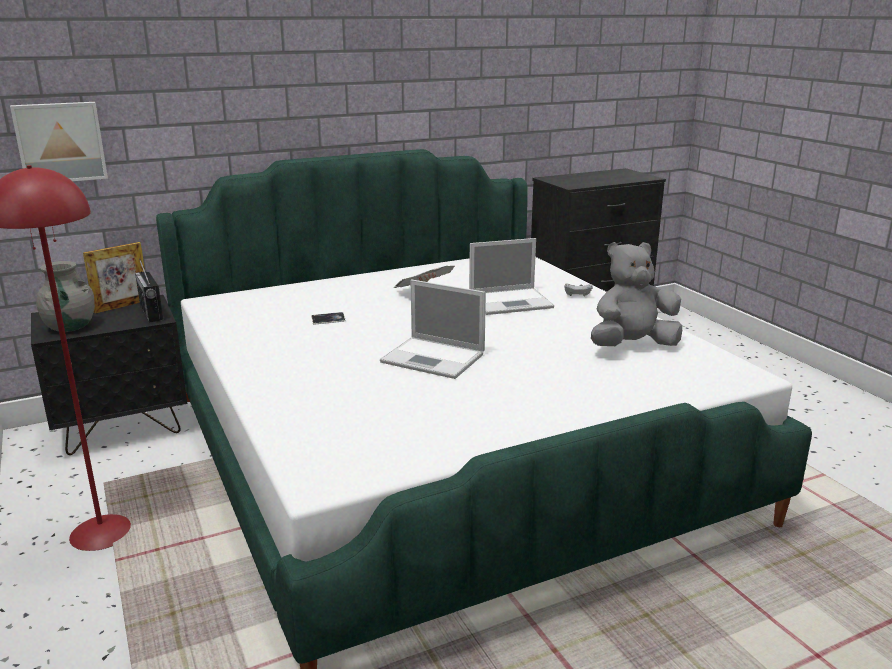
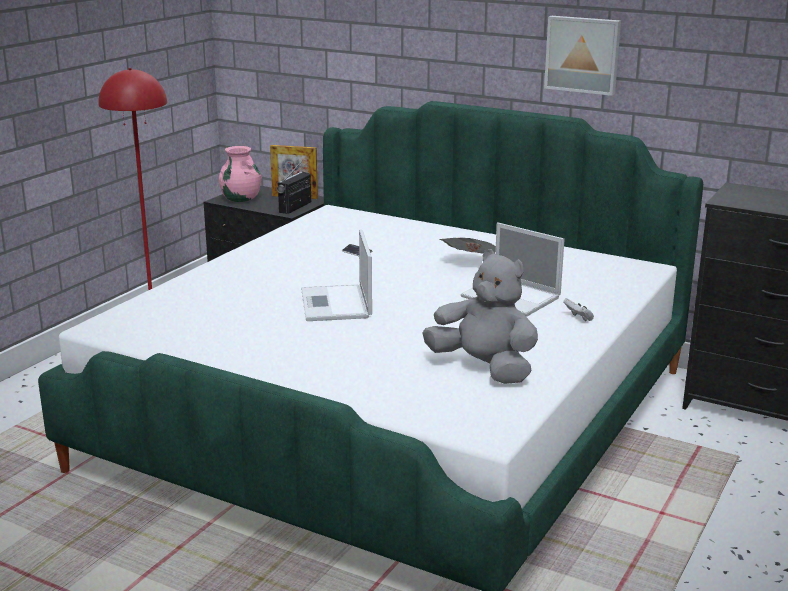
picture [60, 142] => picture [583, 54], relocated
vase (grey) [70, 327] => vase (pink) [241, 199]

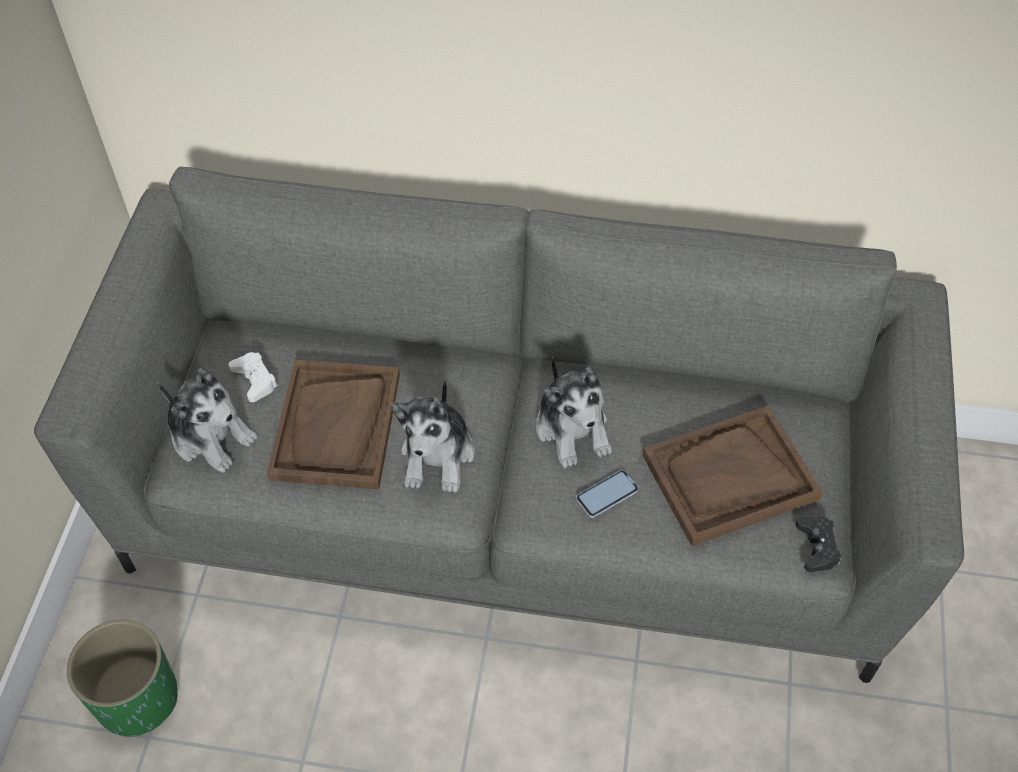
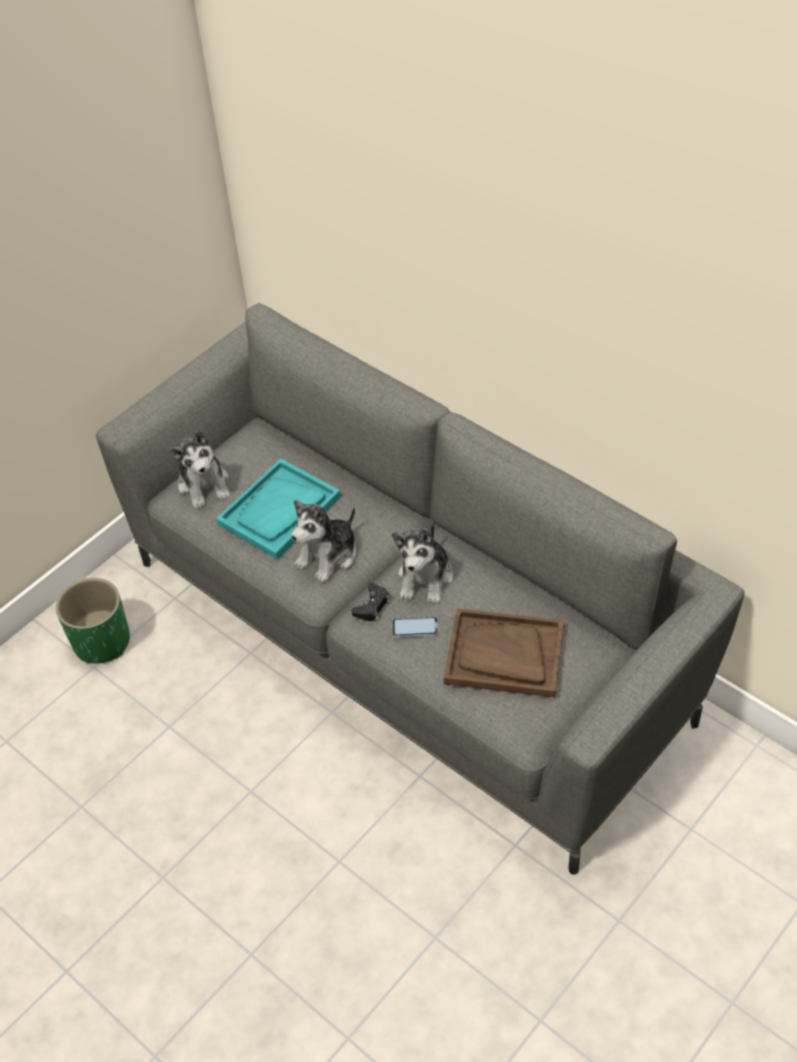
game controller (white) [255, 380] => nothing
game controller (black) [817, 547] => game controller (black) [372, 606], relocated
tray (brown) [336, 426] => tray (turquoise) [279, 511]

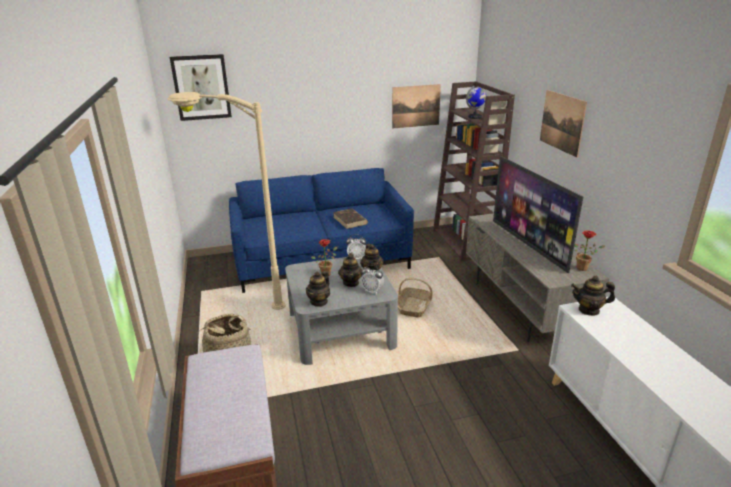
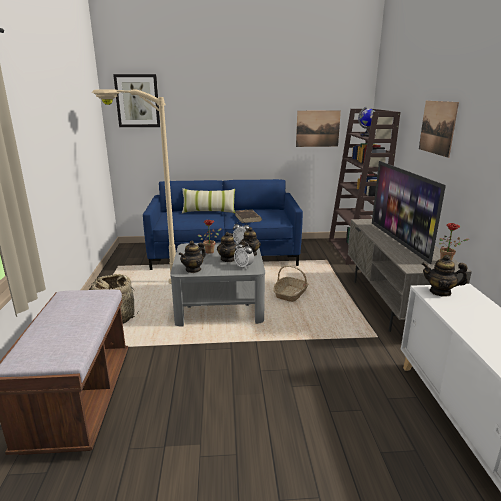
nothing => pillow [209, 212]

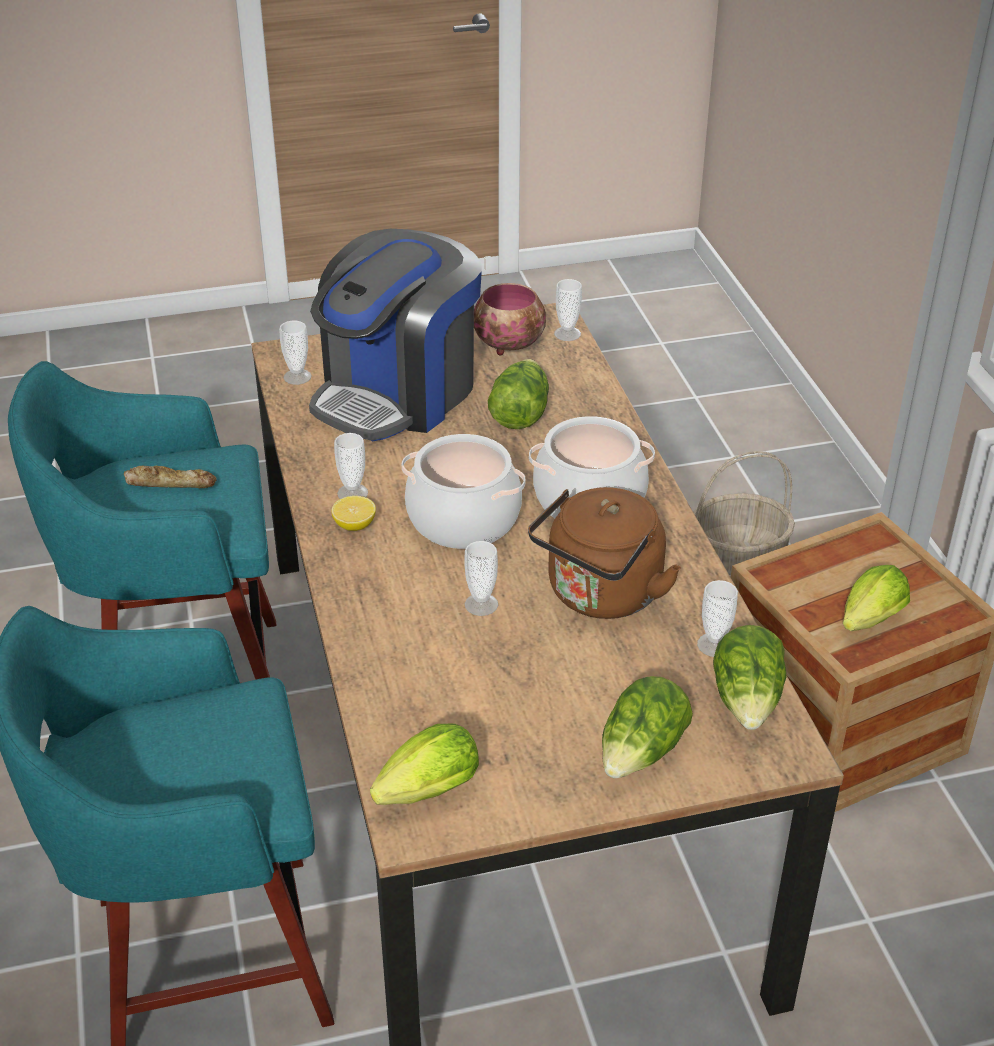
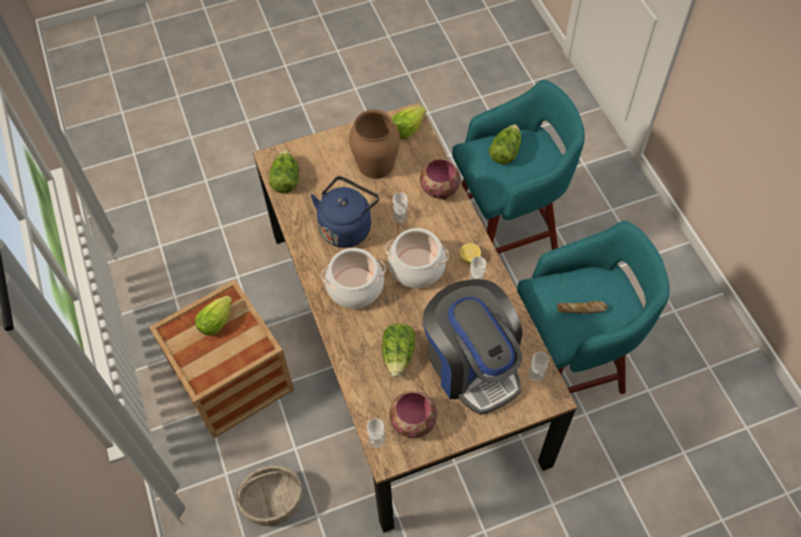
cup [714, 645] => nothing
nothing => vase (brown) [376, 164]
nothing => bowl [438, 190]
lettuce [642, 752] => lettuce [505, 152], relocated
kettle (brown) [601, 596] => kettle (blue) [347, 226]
coffee machine [398, 394] => coffee machine [472, 364], 120 degrees clockwise

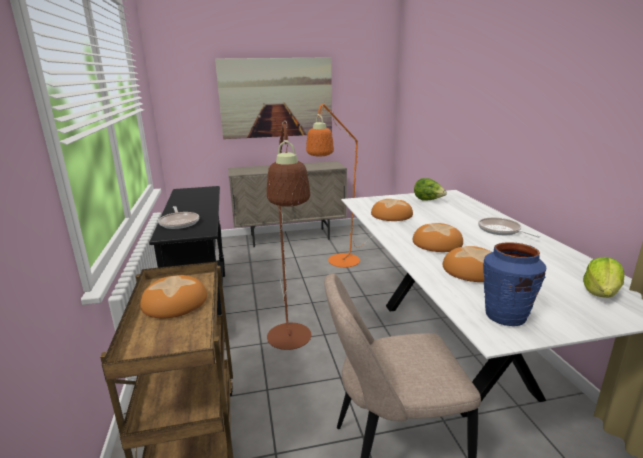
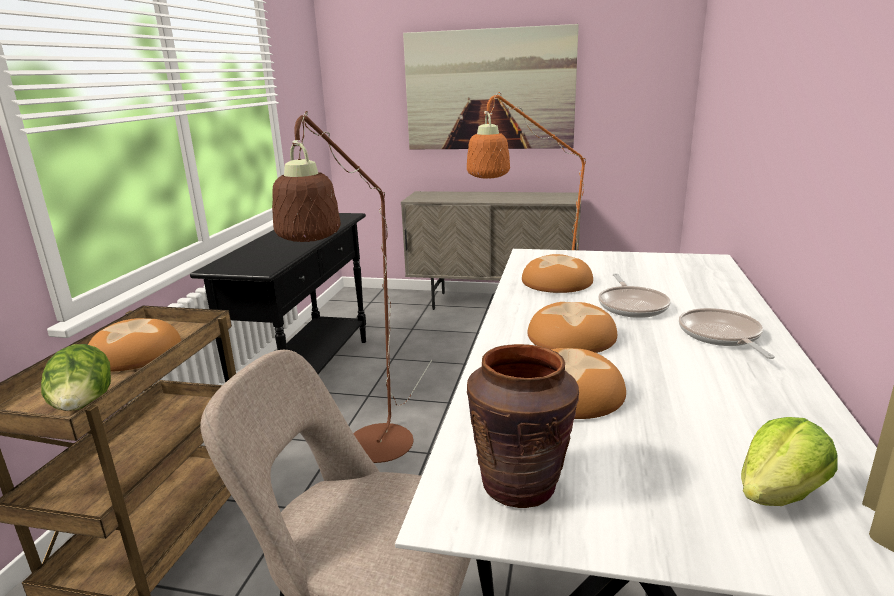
frying pan [179, 222] => frying pan [632, 305], relocated
lettuce [428, 200] => lettuce [84, 407], relocated
vase (blue) [505, 316] => vase (brown) [520, 485]

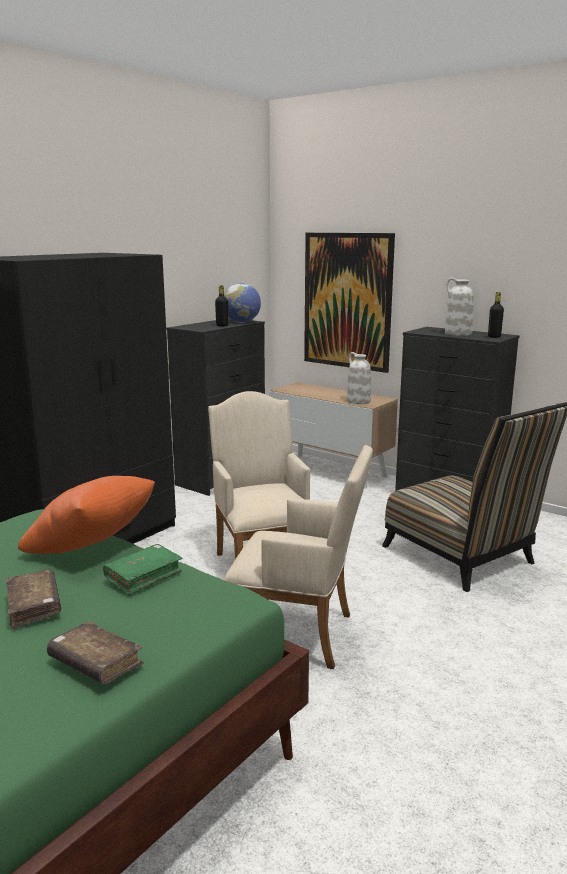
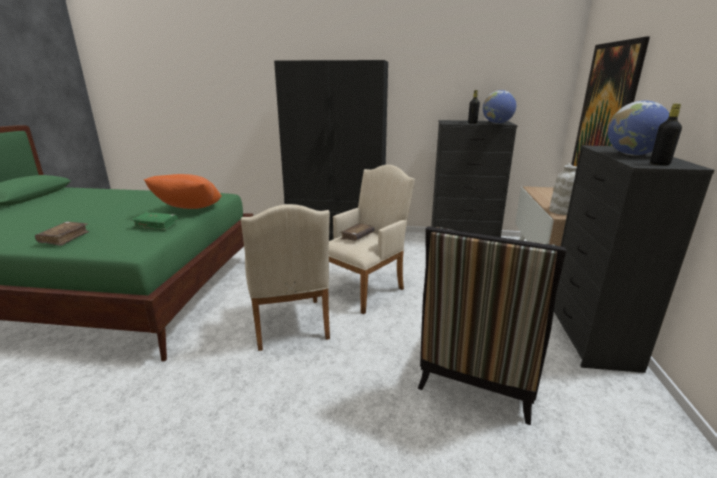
book (brown) [34, 606] => book (brown) [357, 236], relocated
vase (white) [457, 333] => globe [631, 155]

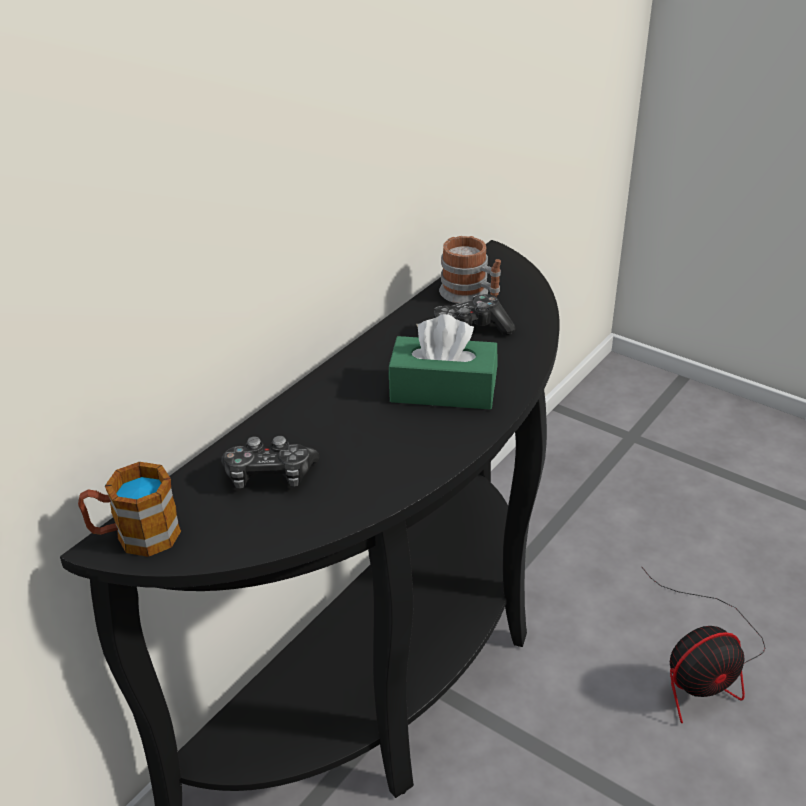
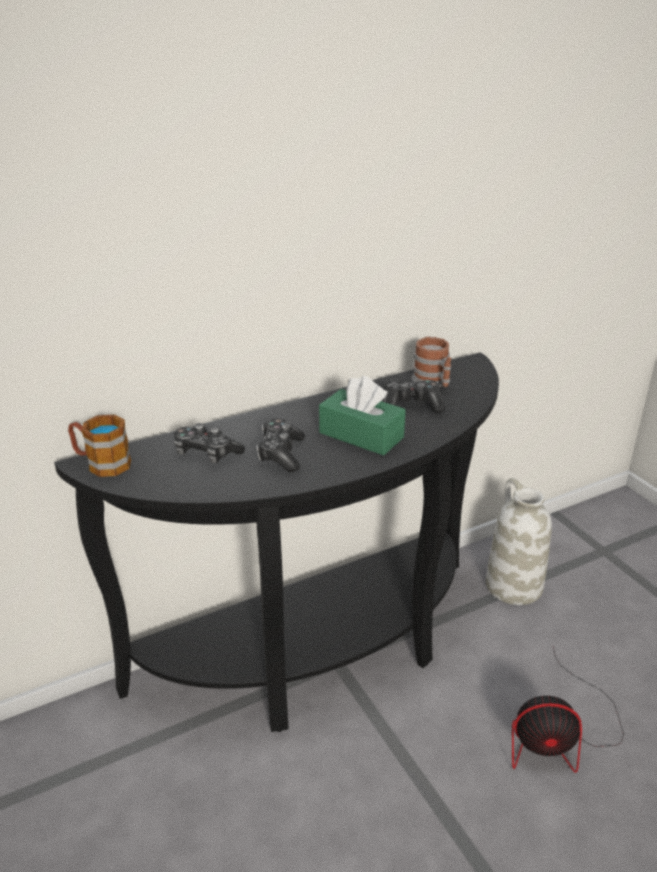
nothing => game controller [281, 454]
nothing => vase (white) [512, 585]

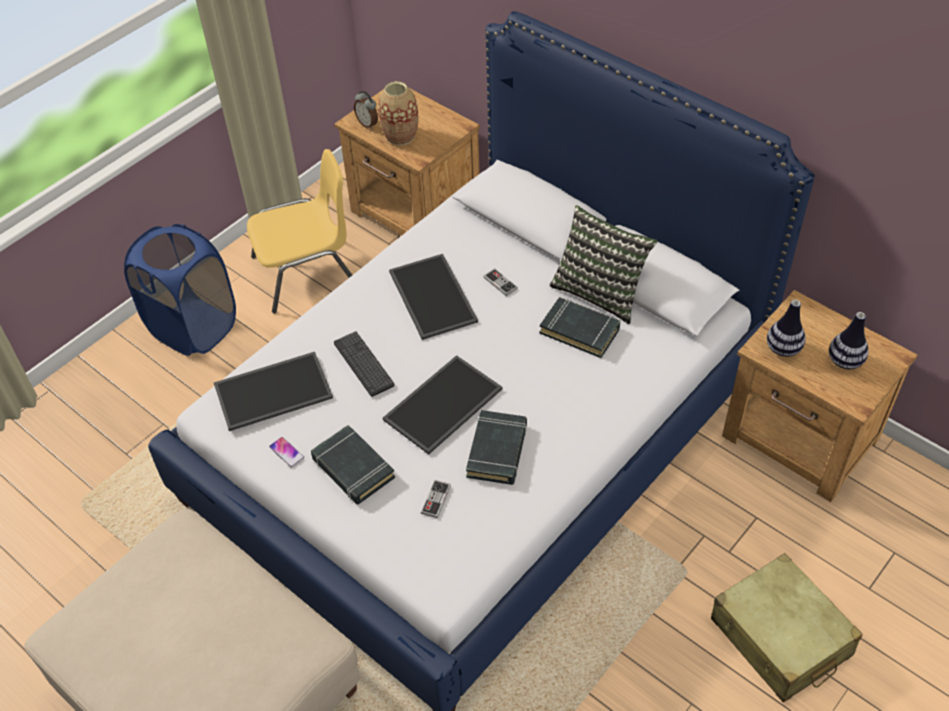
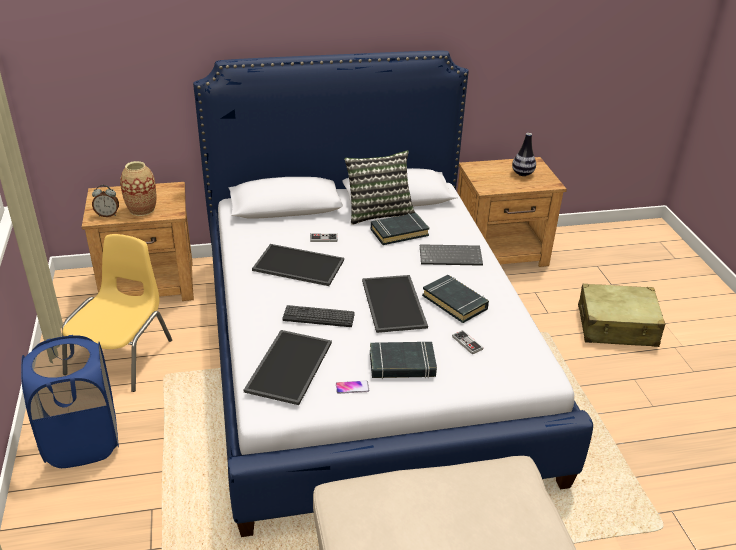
vase [783, 349] => nothing
nothing => keyboard [451, 256]

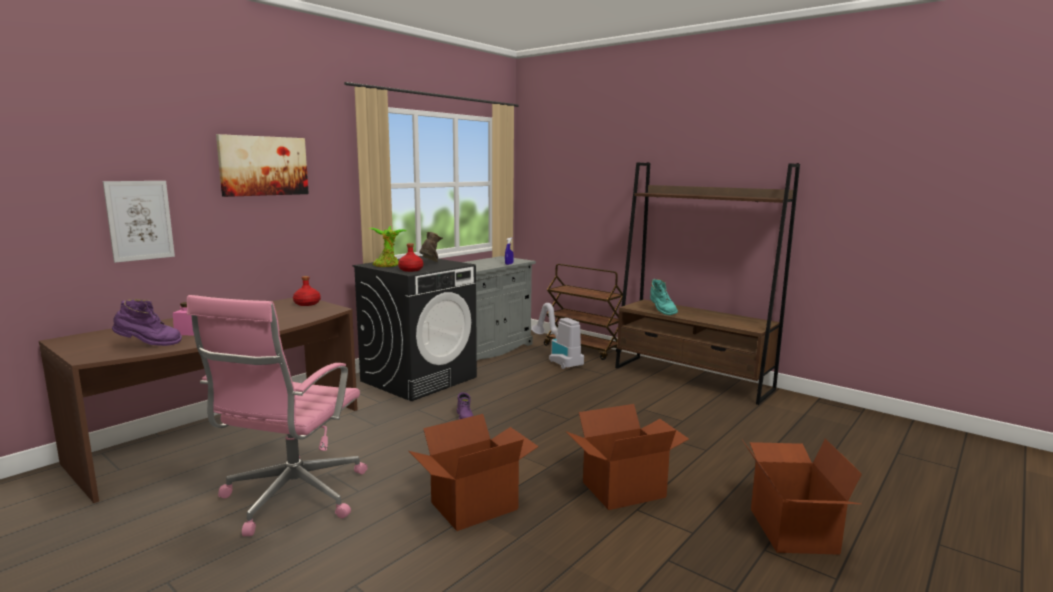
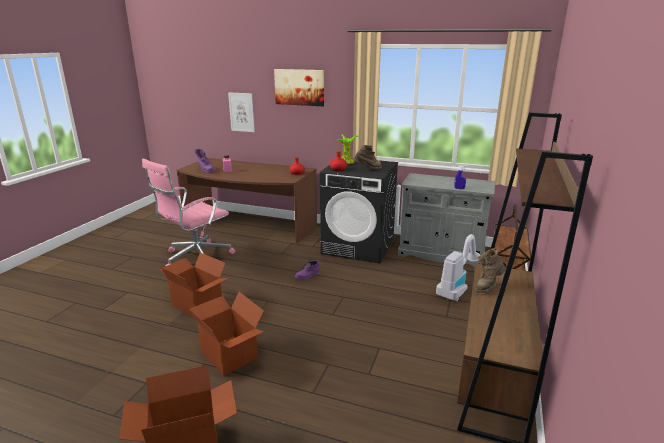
boot (turquoise) [661, 311] => boot (brown) [488, 285]
office chair (pink) [291, 498] => office chair (pink) [195, 258], 45 degrees counterclockwise

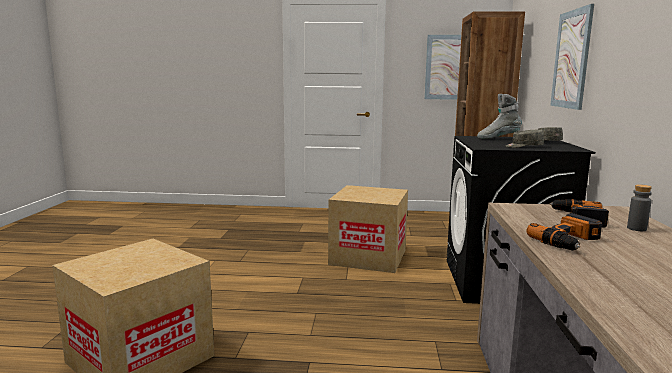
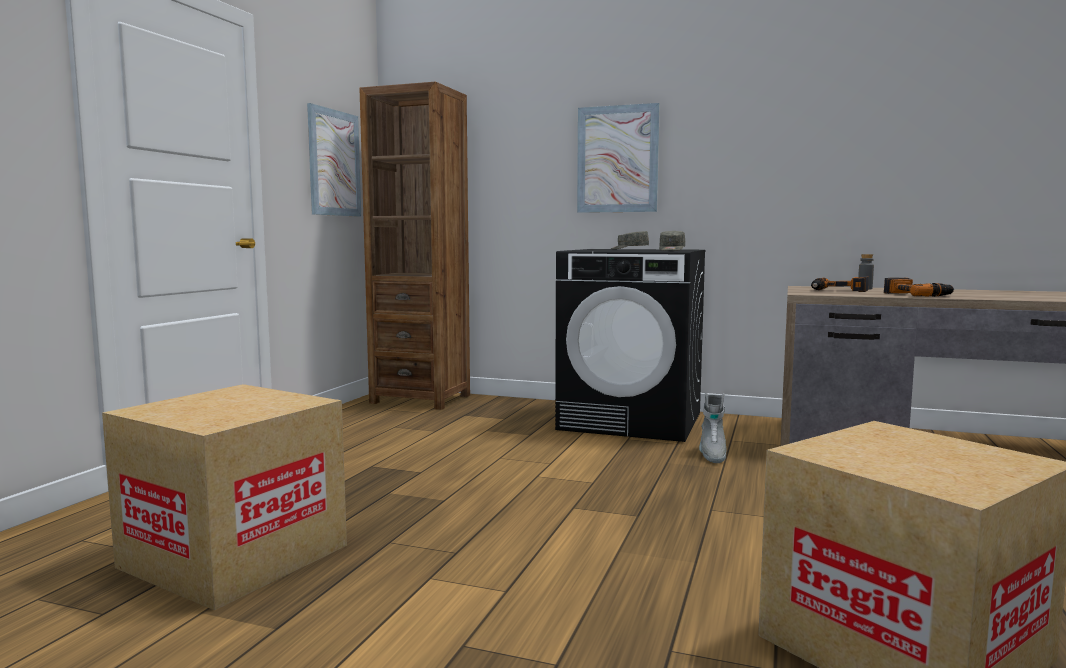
cardboard box [368, 257] => cardboard box [234, 556], relocated
boot (grey) [498, 138] => boot (grey) [712, 454], relocated

